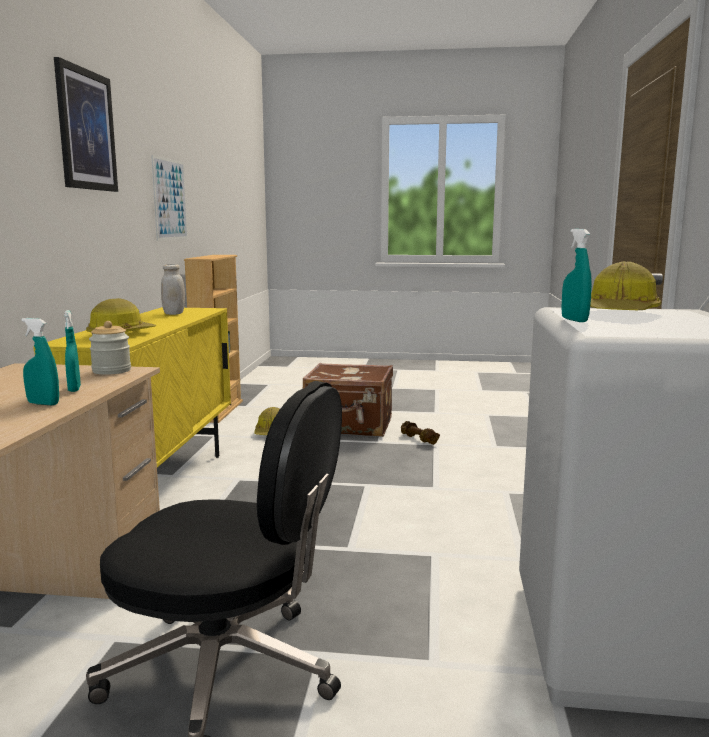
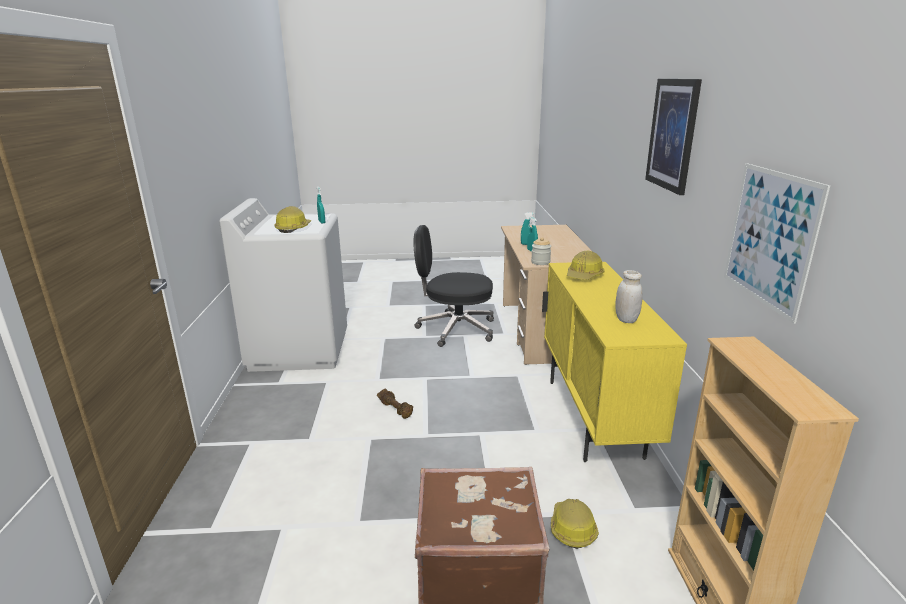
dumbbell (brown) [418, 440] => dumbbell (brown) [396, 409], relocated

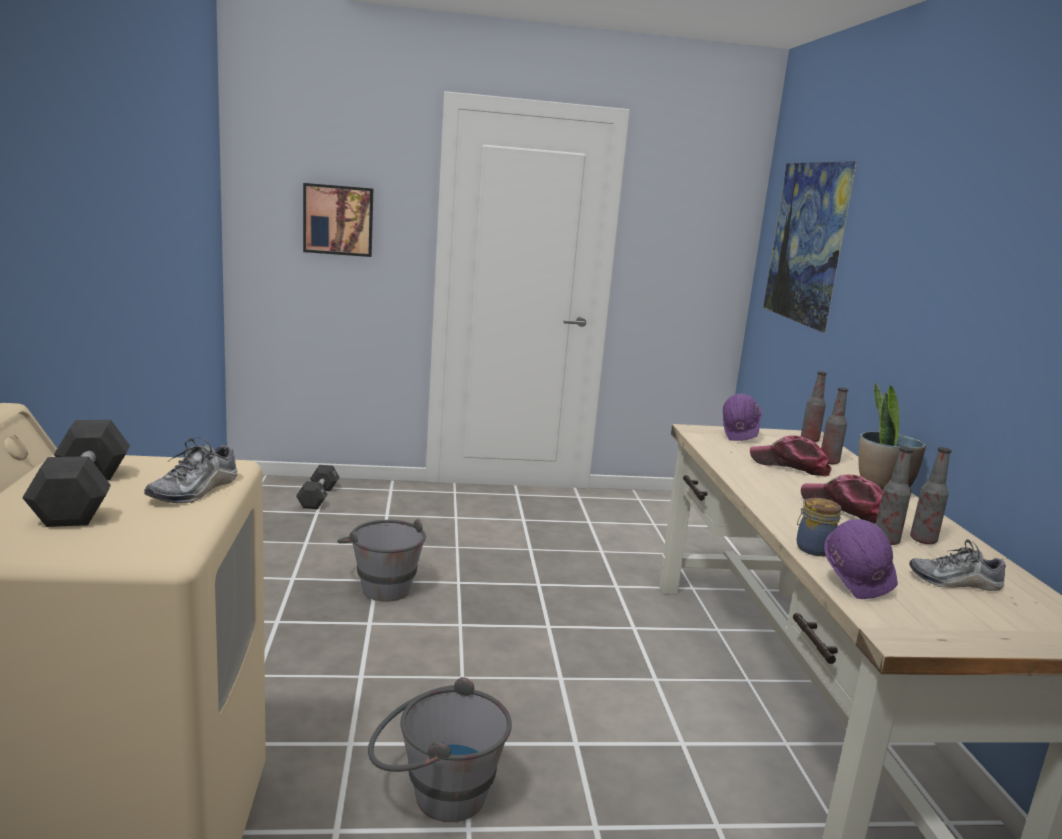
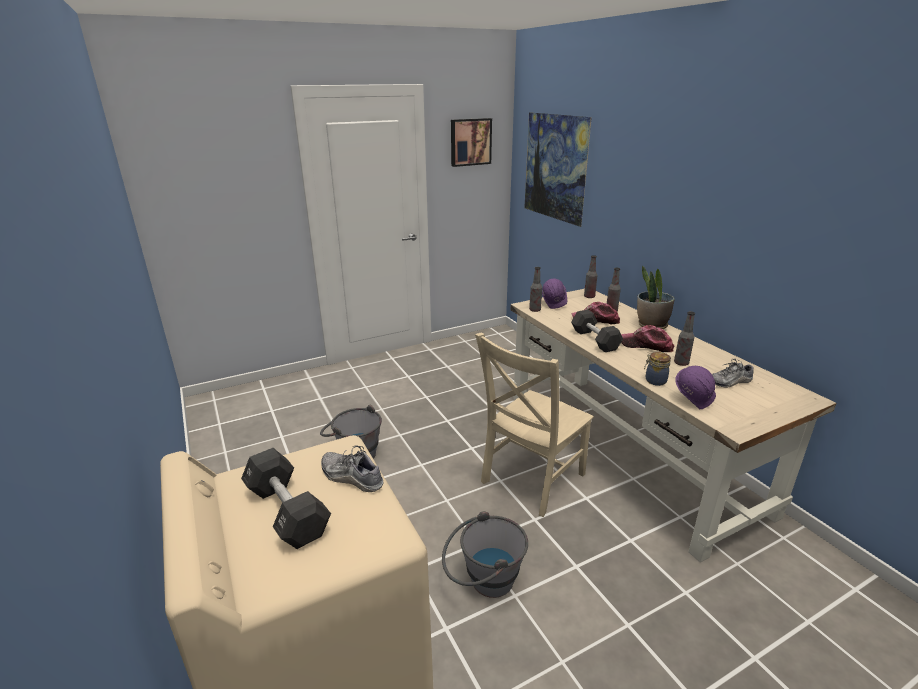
nothing => chair (beige) [530, 480]
dumbbell (black) [318, 497] => dumbbell (black) [595, 340], relocated
picture [338, 220] => picture [470, 142], relocated
bottle [923, 540] => bottle [535, 310], relocated
shoe [195, 490] => shoe [351, 477], 120 degrees clockwise

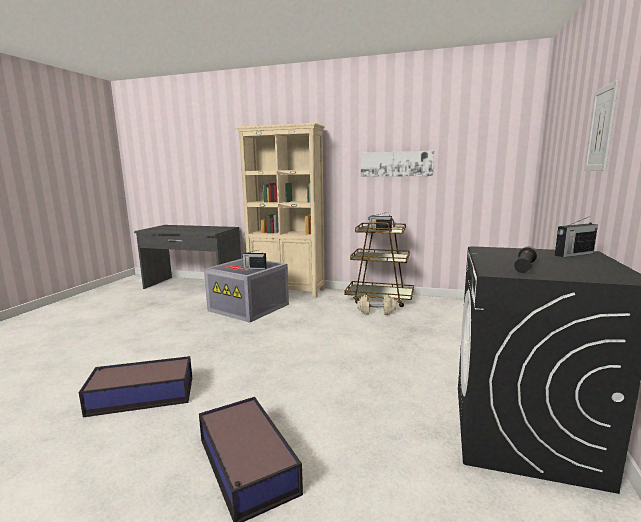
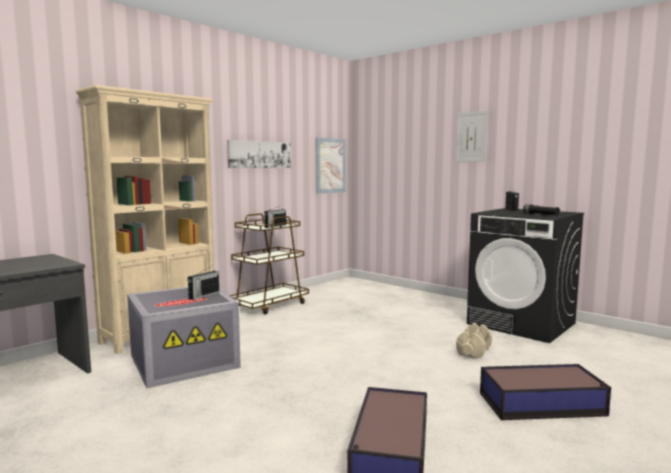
nothing => picture [330, 165]
dumbbell (beige) [376, 312] => dumbbell (beige) [473, 351], relocated

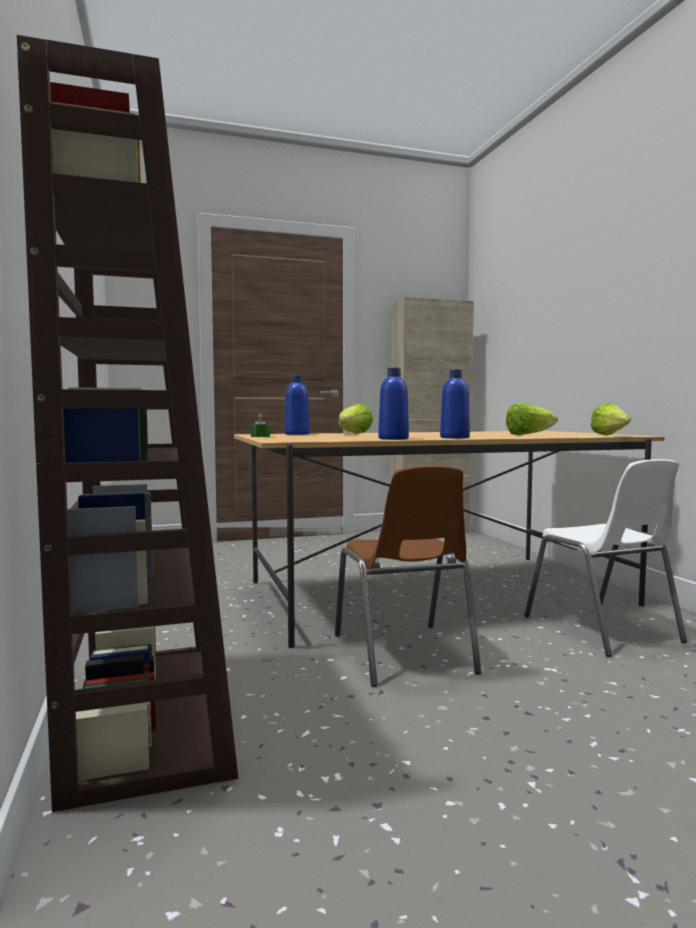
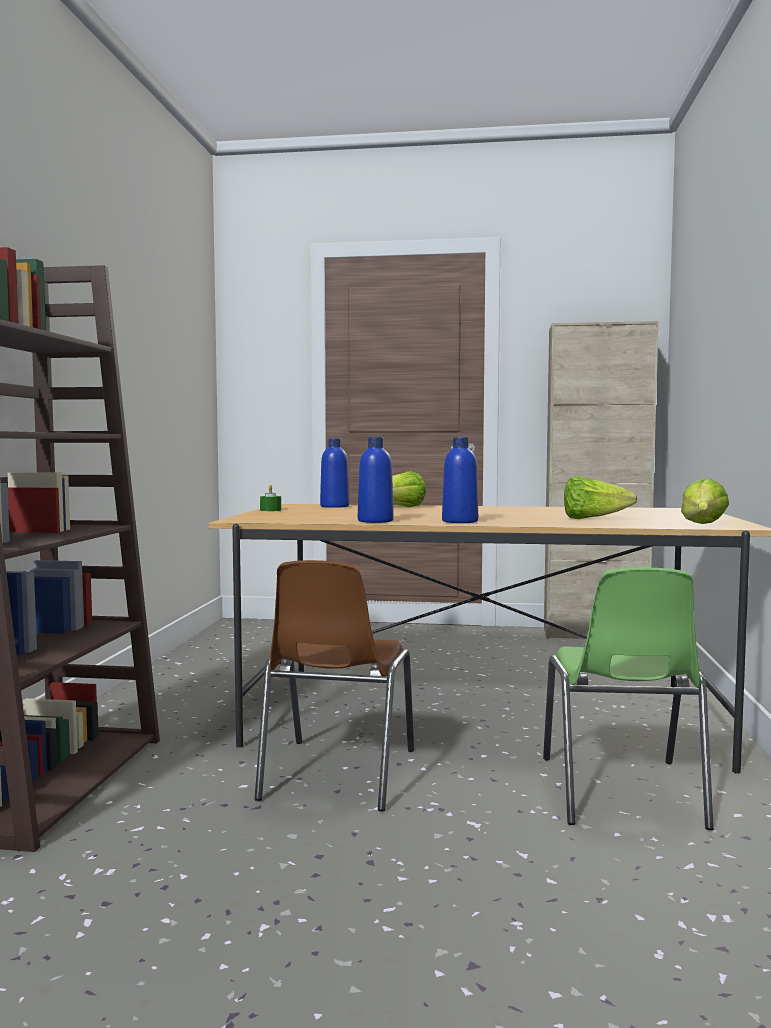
chair (white) [603, 630] => chair (green) [621, 792]

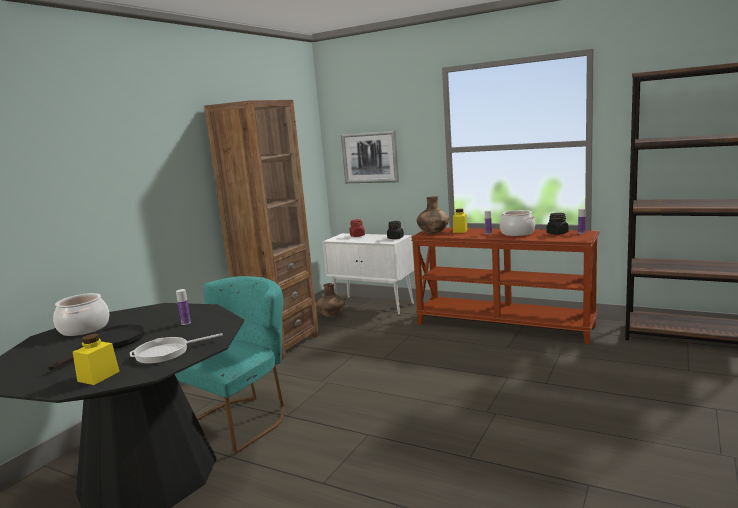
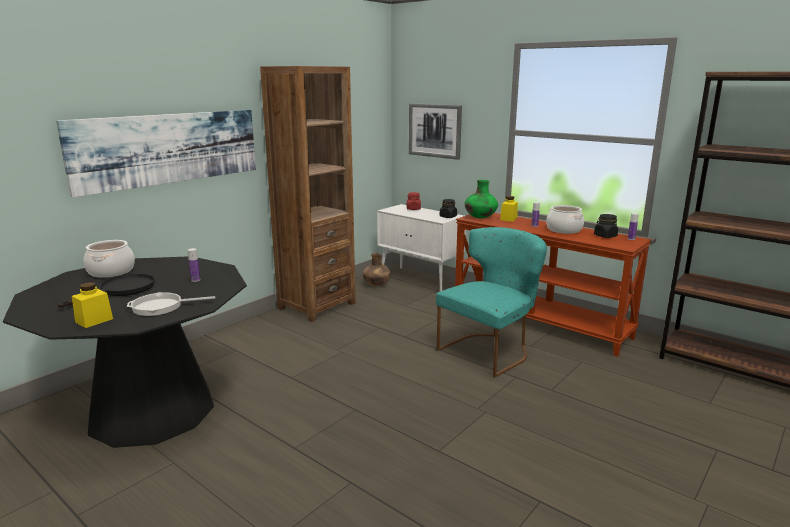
nothing => picture [169, 148]
chair (turquoise) [243, 419] => chair (turquoise) [490, 350], relocated
vase (brown) [433, 233] => vase (green) [480, 218]

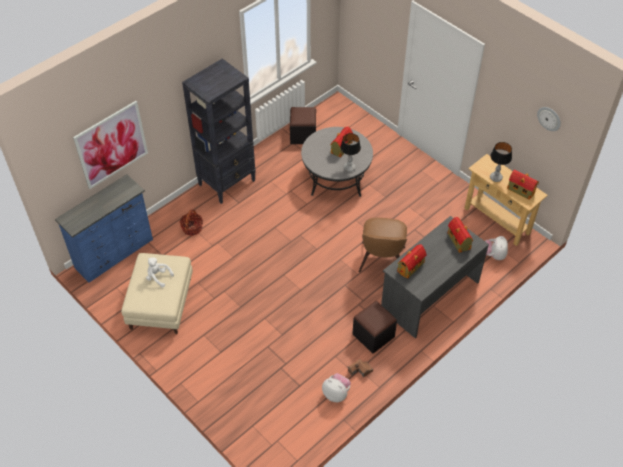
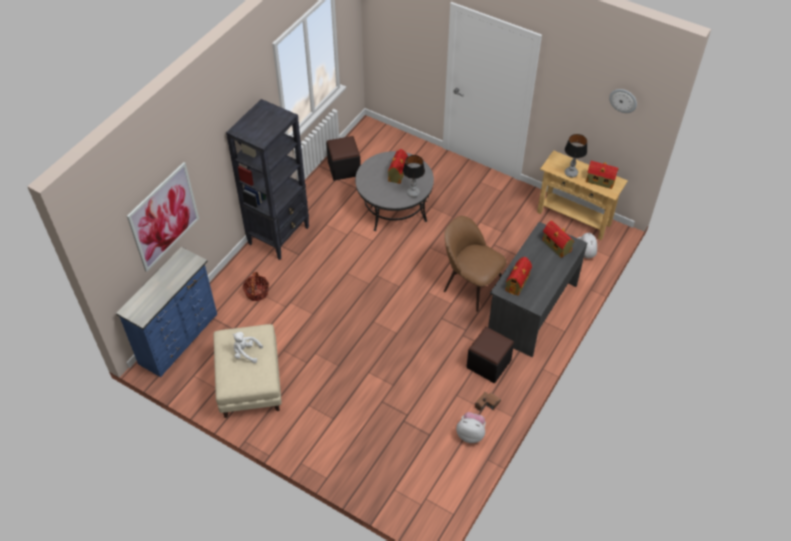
chair (brown) [381, 261] => chair (brown) [471, 285], 135 degrees clockwise

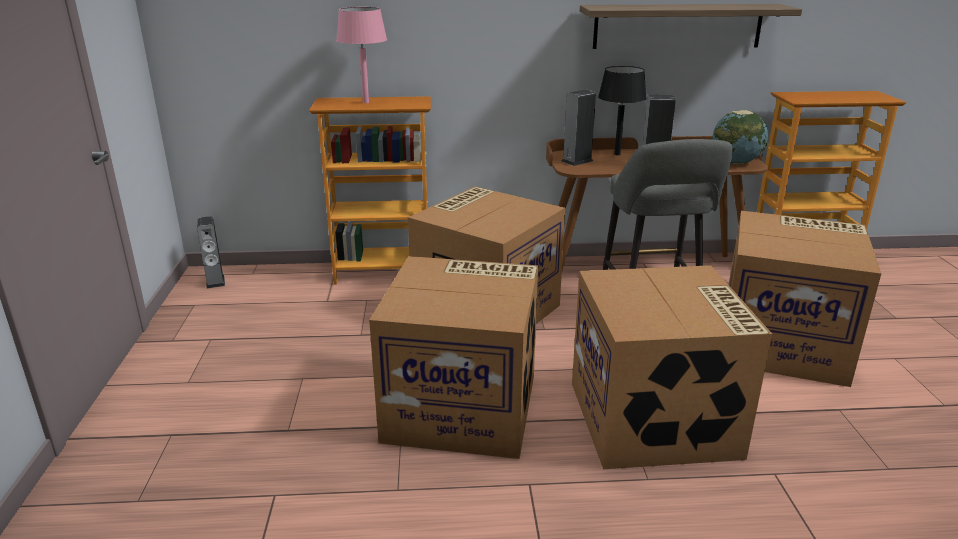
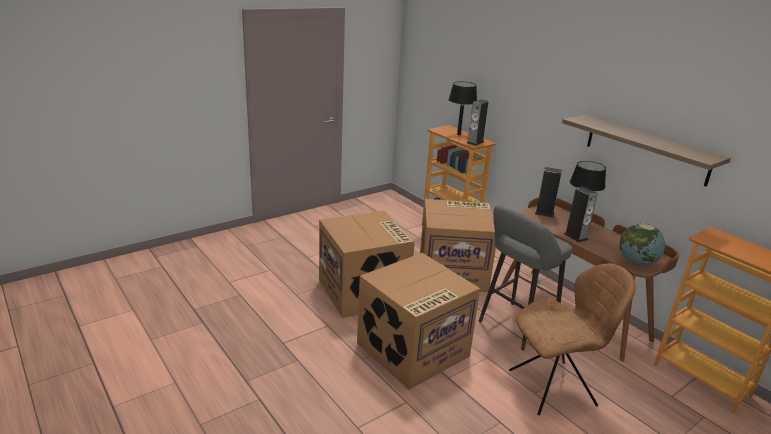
speaker [215, 281] => speaker [475, 142], relocated
cardboard box [783, 344] => chair (brown) [555, 387]
table lamp (pink) [366, 102] => table lamp (black) [458, 134]

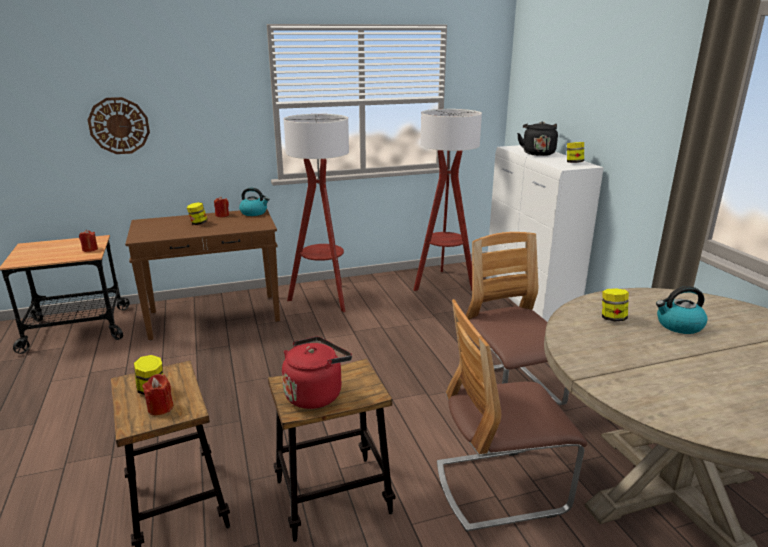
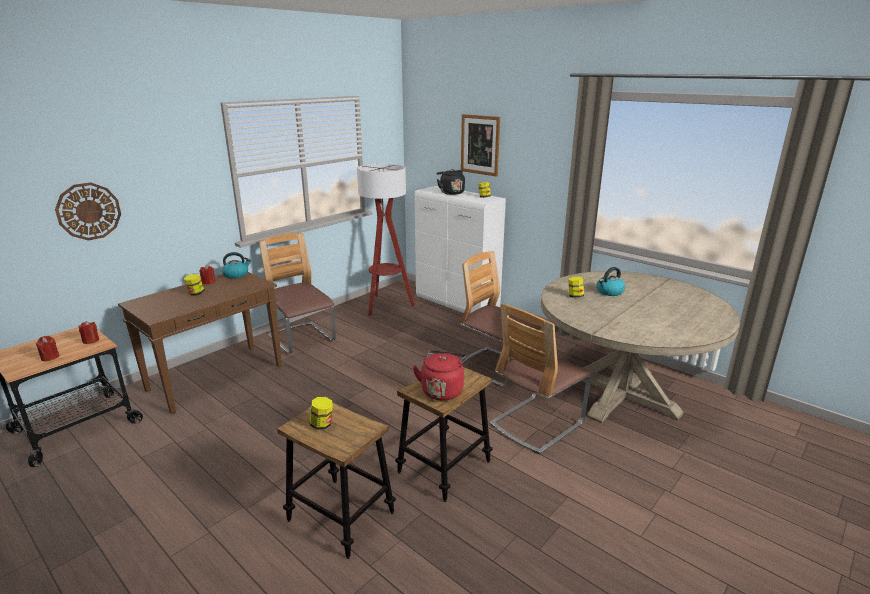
nothing => picture [480, 145]
candle (red) [160, 408] => candle (red) [50, 357], relocated
floor lamp [324, 298] => chair [301, 339]

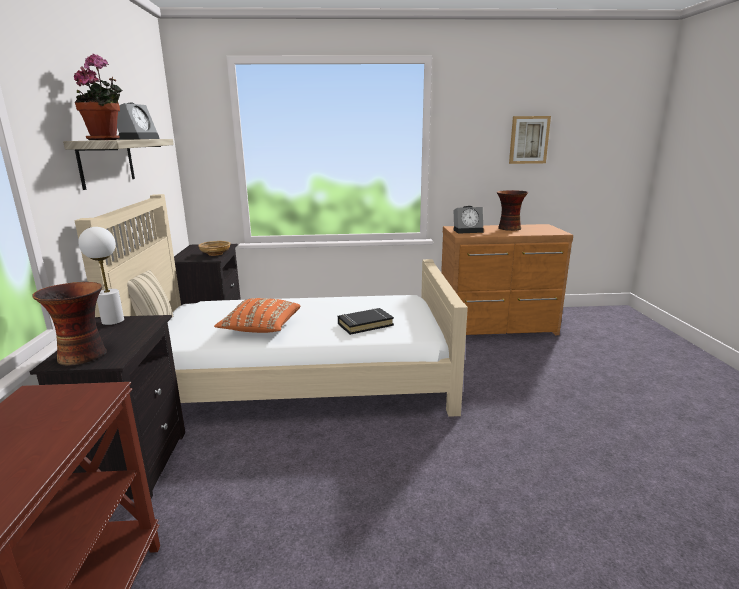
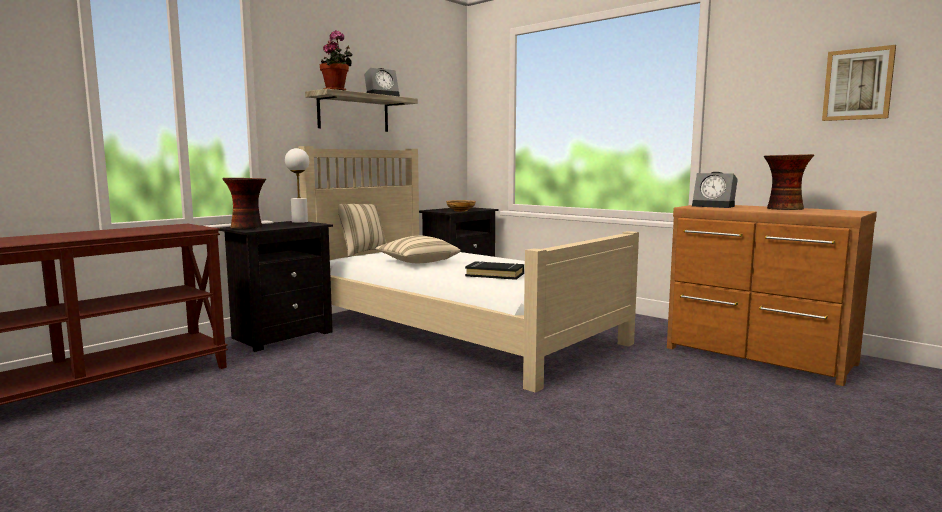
pillow (orange) [261, 328] => pillow (beige) [417, 262]

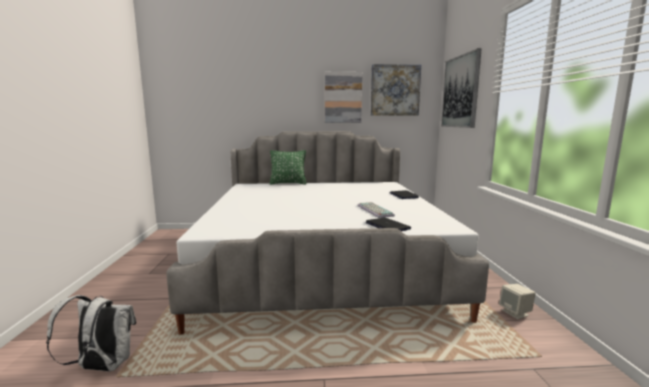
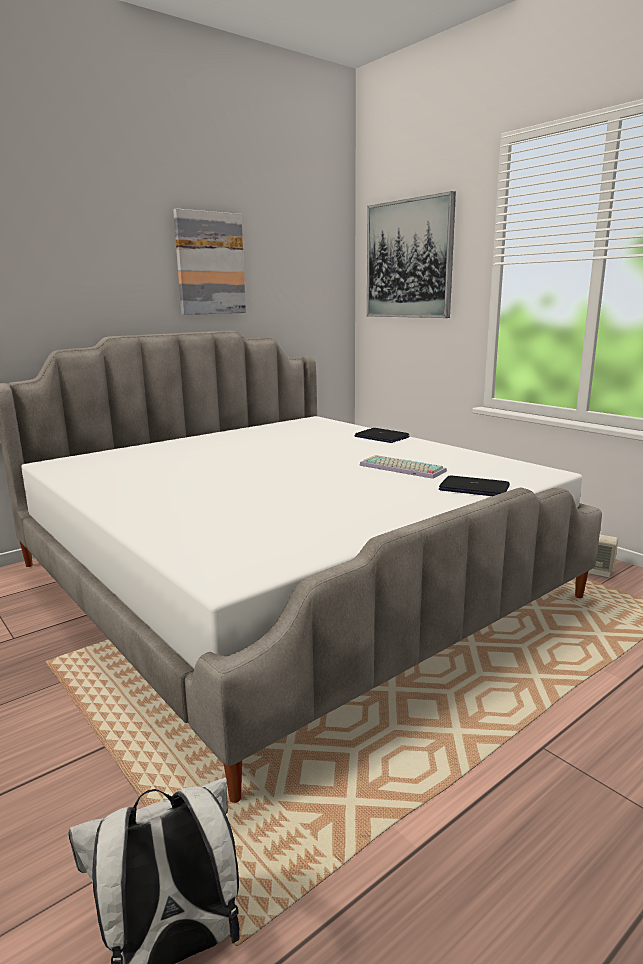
pillow (green) [288, 183] => nothing
picture [395, 90] => nothing

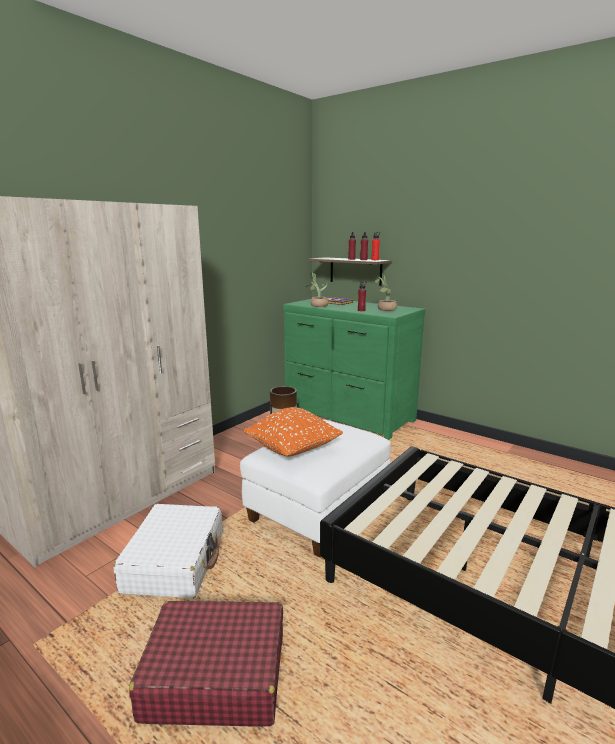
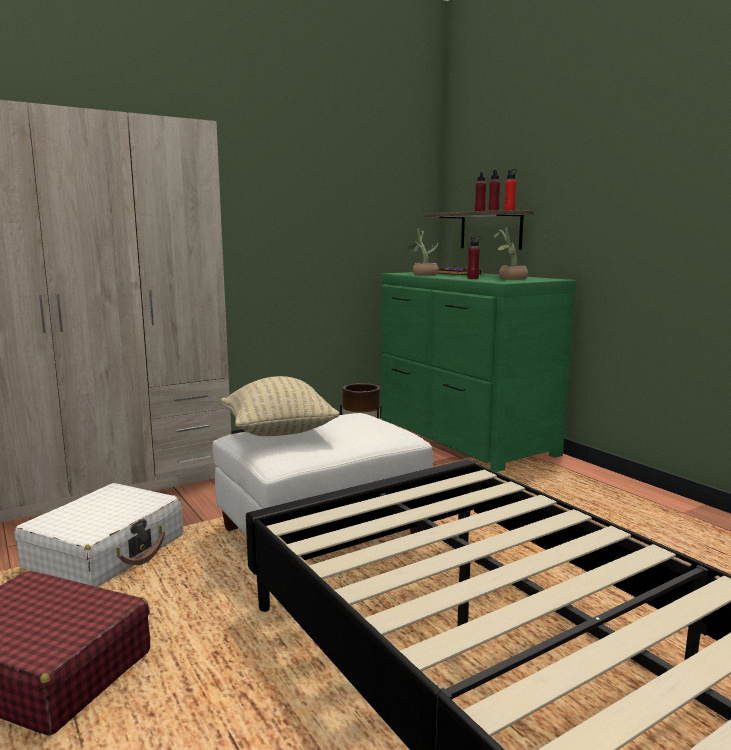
pillow (orange) [293, 450] => pillow (beige) [278, 434]

